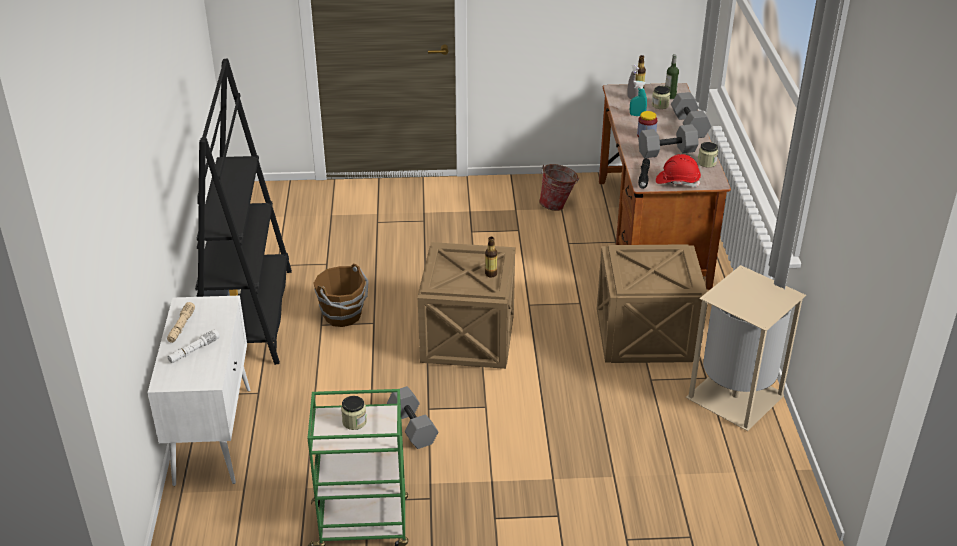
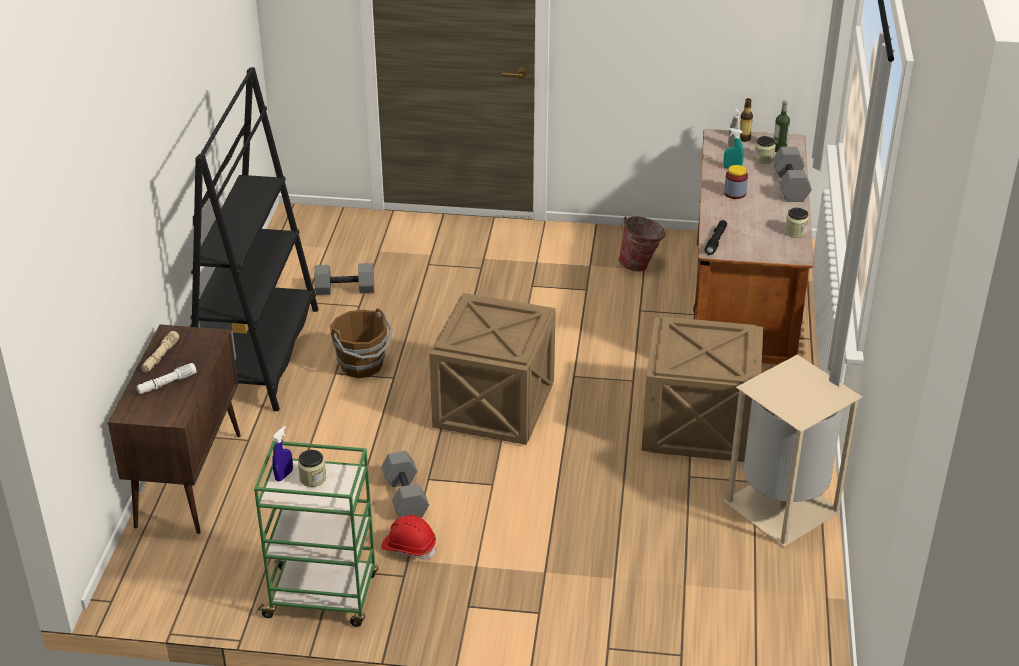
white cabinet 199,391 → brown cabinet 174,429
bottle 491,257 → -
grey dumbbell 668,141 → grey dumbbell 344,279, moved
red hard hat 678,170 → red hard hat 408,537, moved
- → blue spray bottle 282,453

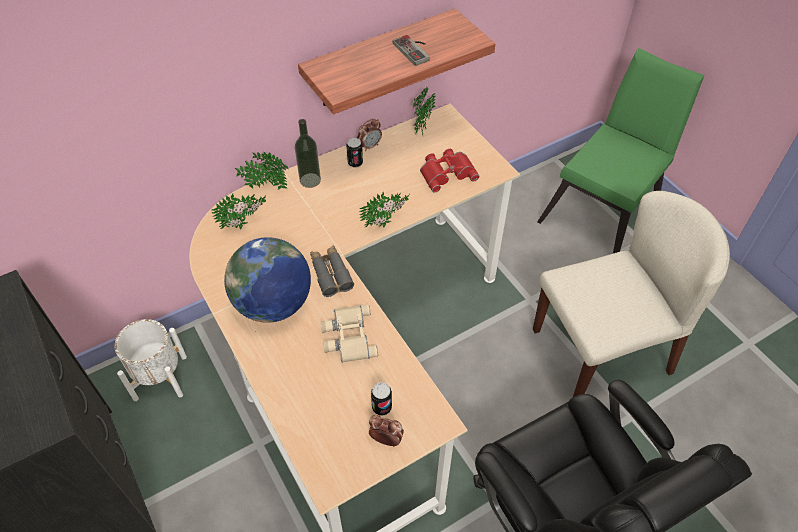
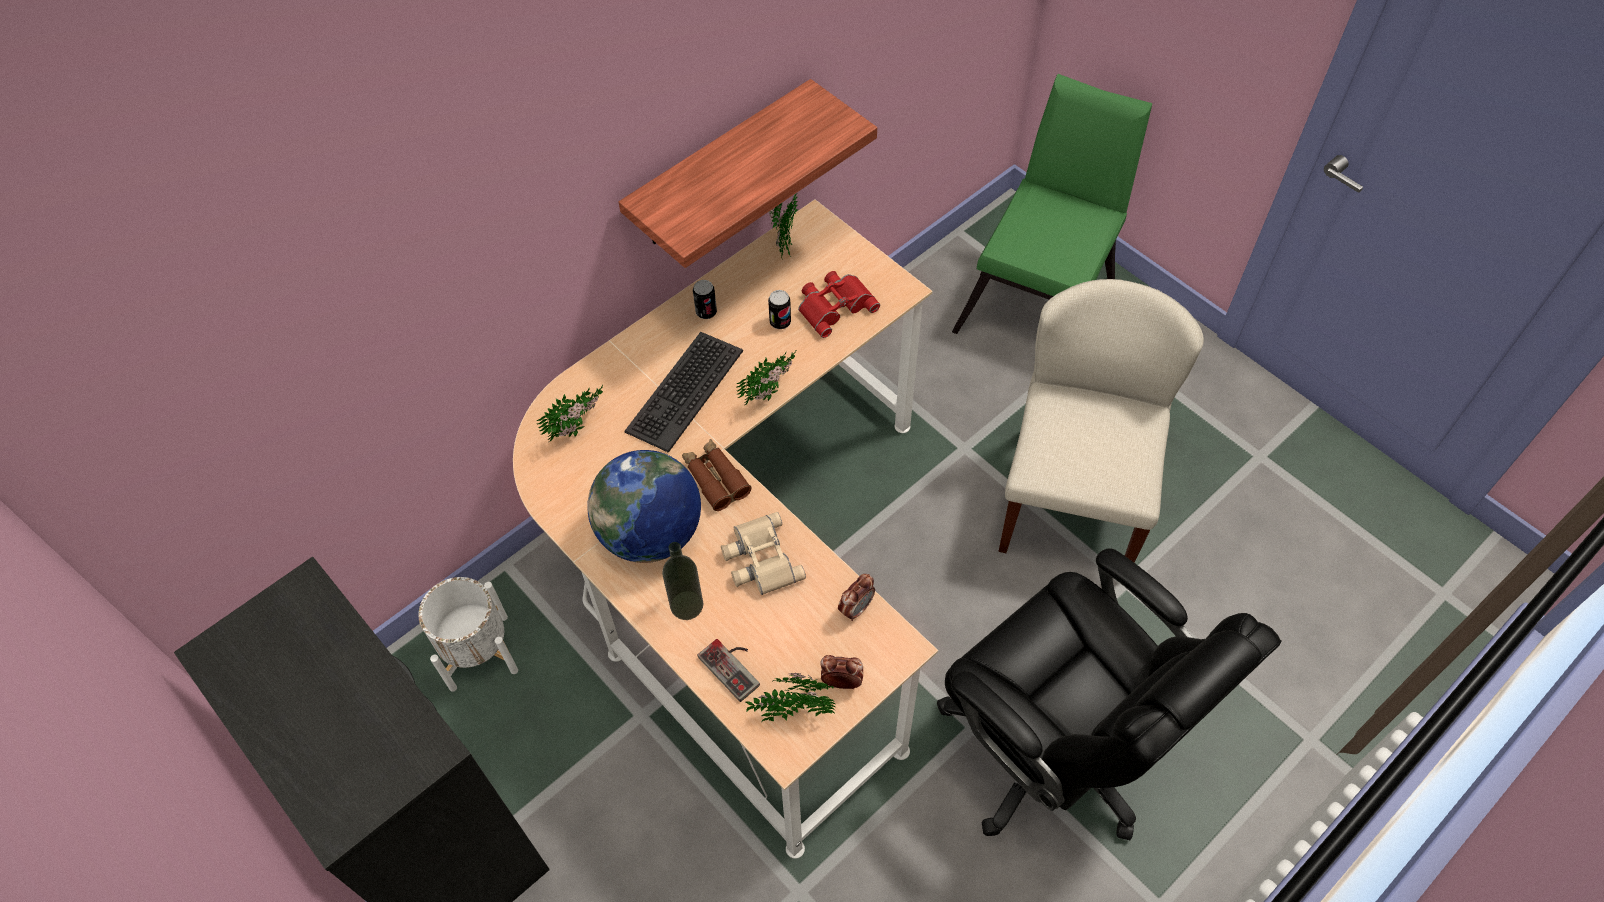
potted plant 261,171 → potted plant 790,697, moved
bottle 308,153 → bottle 682,581, moved
grey binoculars 332,271 → brown binoculars 716,475
alarm clock 369,135 → alarm clock 856,597, moved
can 381,399 → can 779,309, moved
game controller 411,50 → game controller 729,670, moved
beige chair 631,294 → beige chair 1101,421, 45 degrees counterclockwise
- → keyboard 684,392

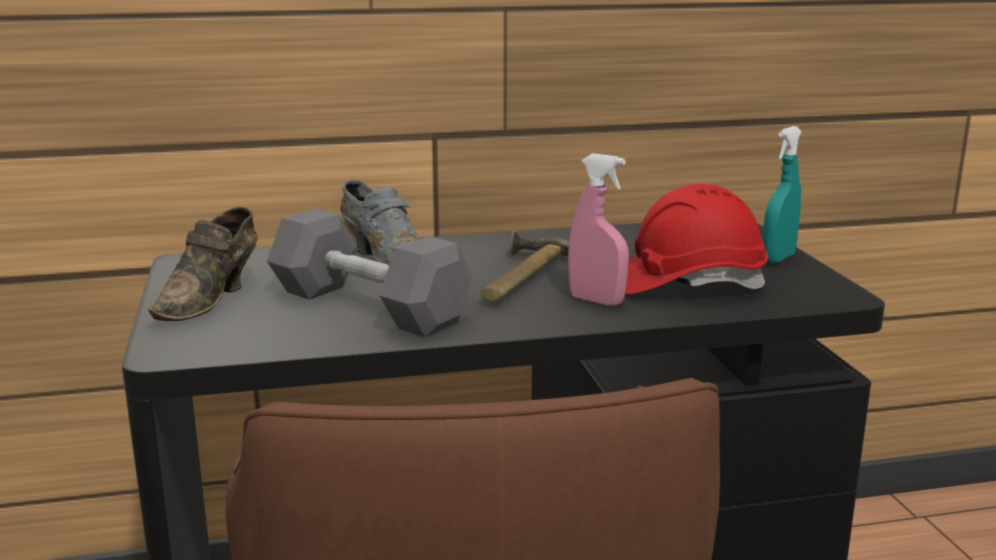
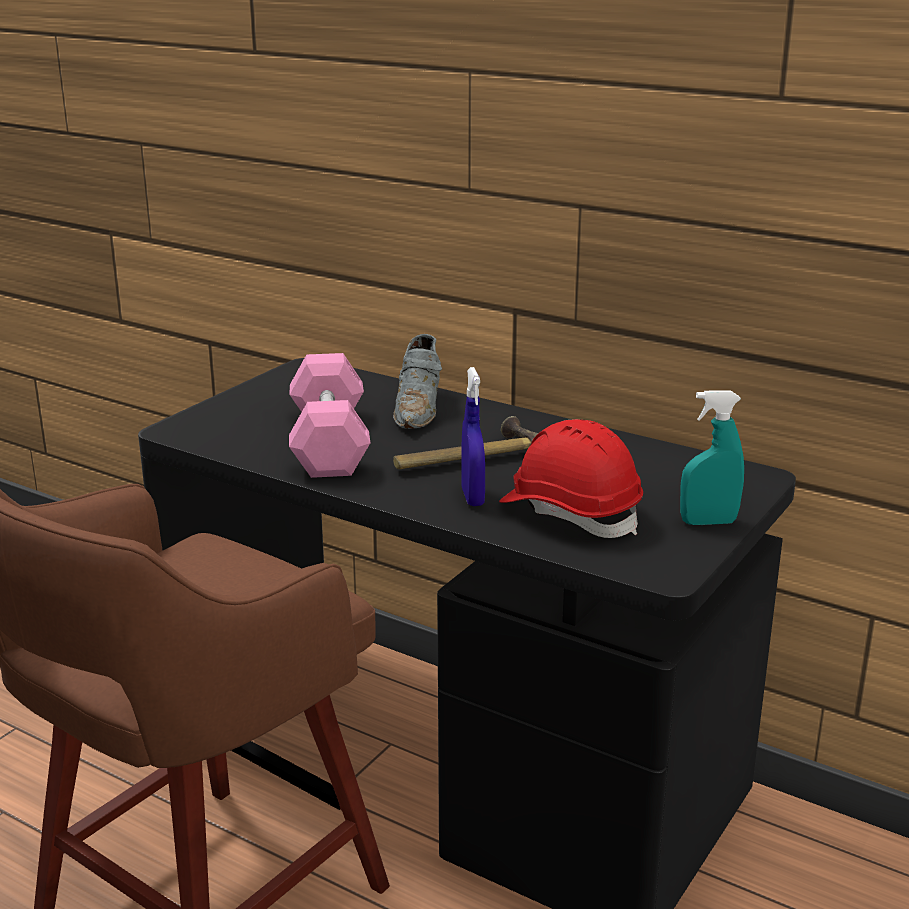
brown shoe 203,264 → -
grey dumbbell 370,273 → pink dumbbell 329,415
pink spray bottle 598,229 → blue spray bottle 473,436

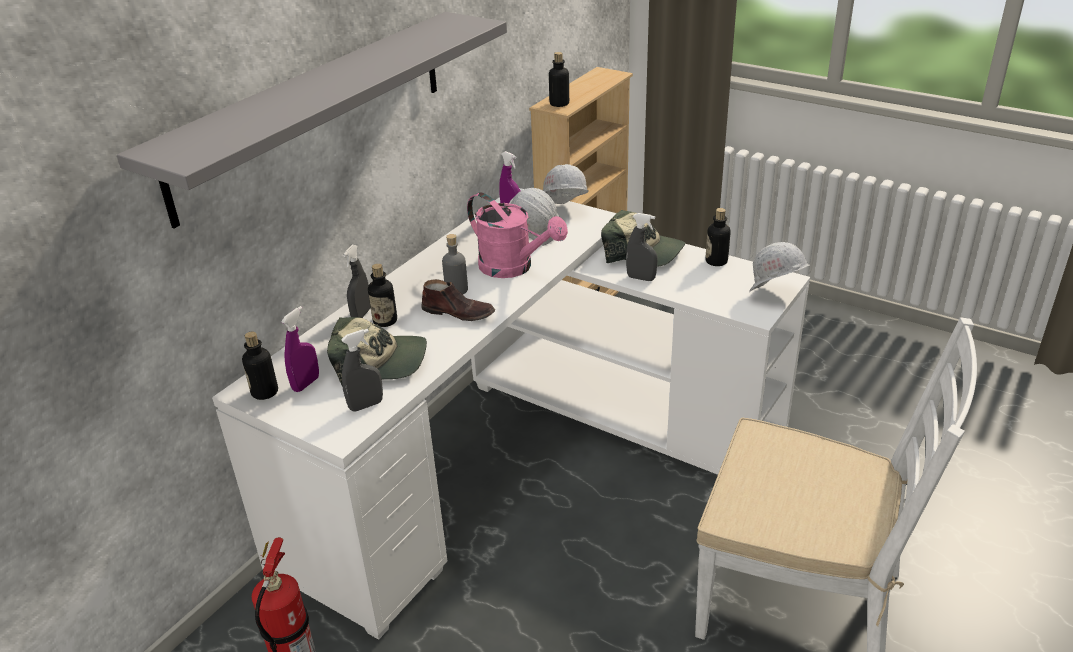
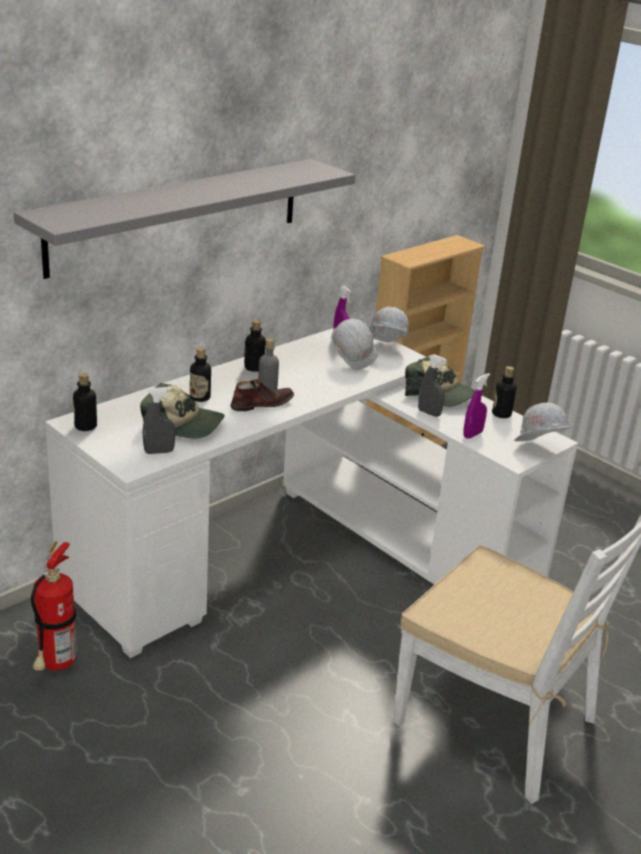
purple spray bottle 300,349 → purple spray bottle 476,406, moved
grey spray bottle 357,281 → -
brown shoe 458,300 → brown shoe 262,395, 60 degrees counterclockwise
pink watering can 517,235 → -
bottle 559,79 → bottle 255,346, moved

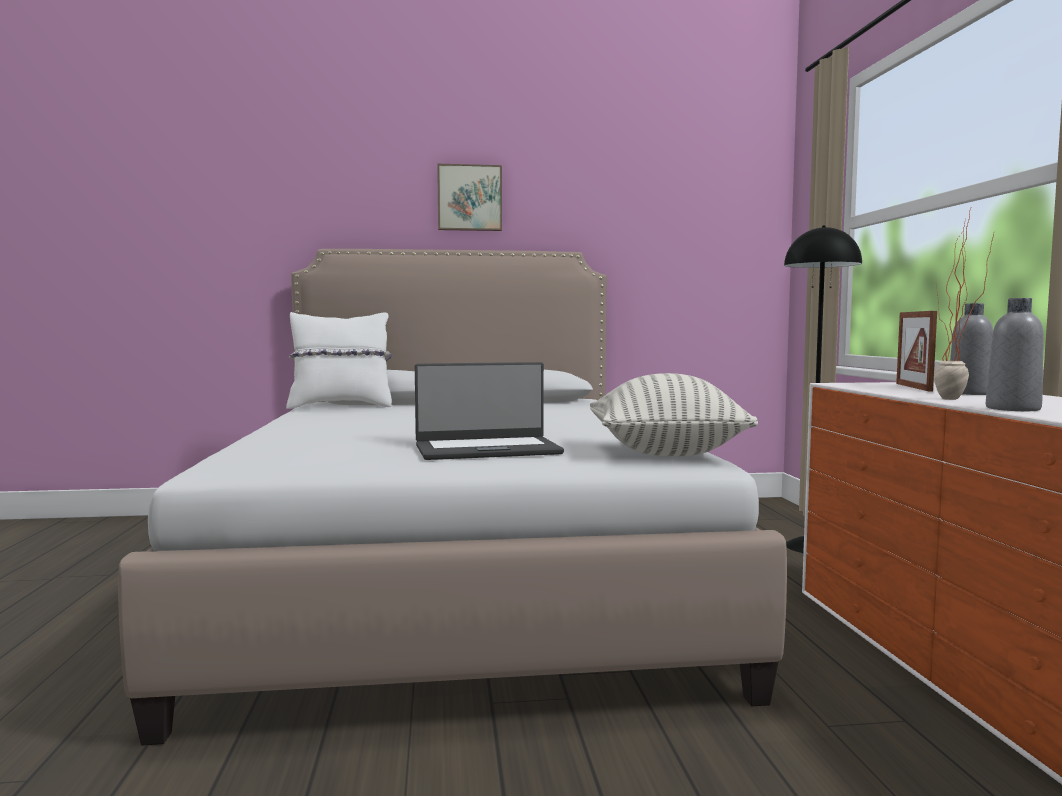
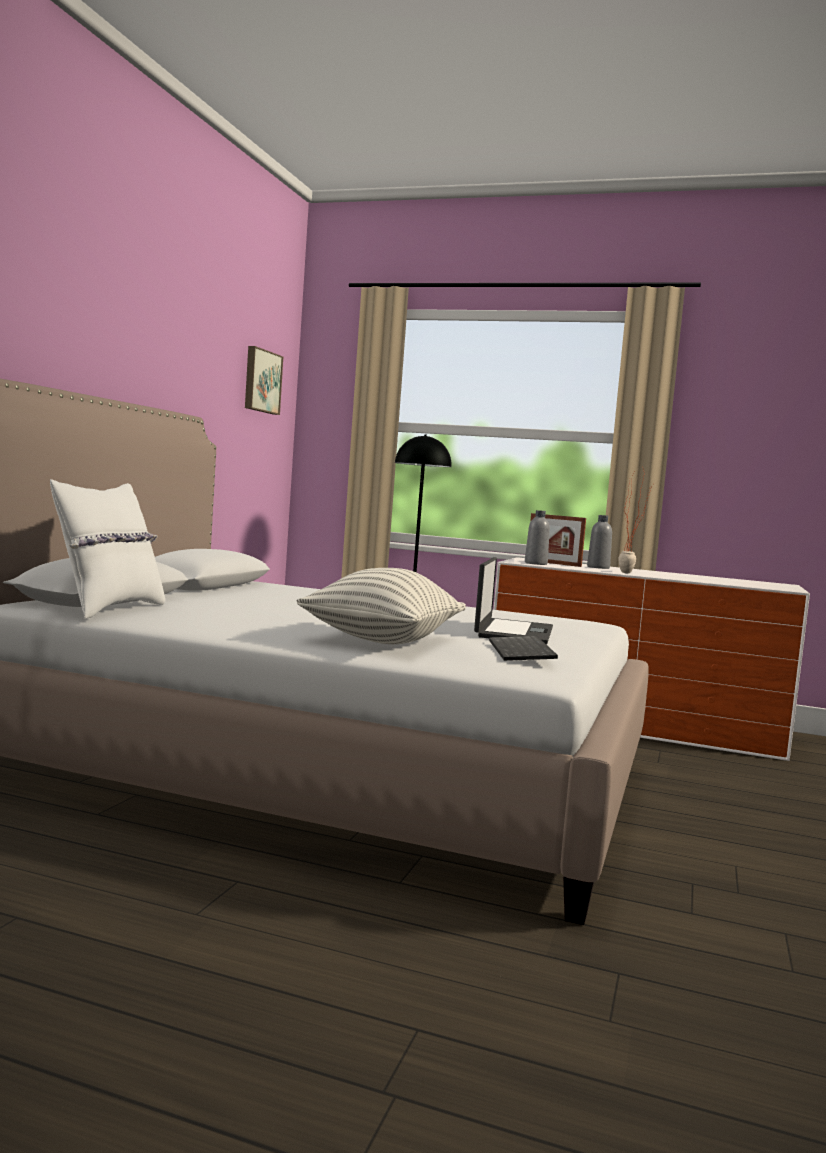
picture 469,197 → picture 264,380, moved
pillow 674,414 → pillow 381,606, moved
grey bottle 1015,354 → grey bottle 537,537, moved
- → keyboard 523,648

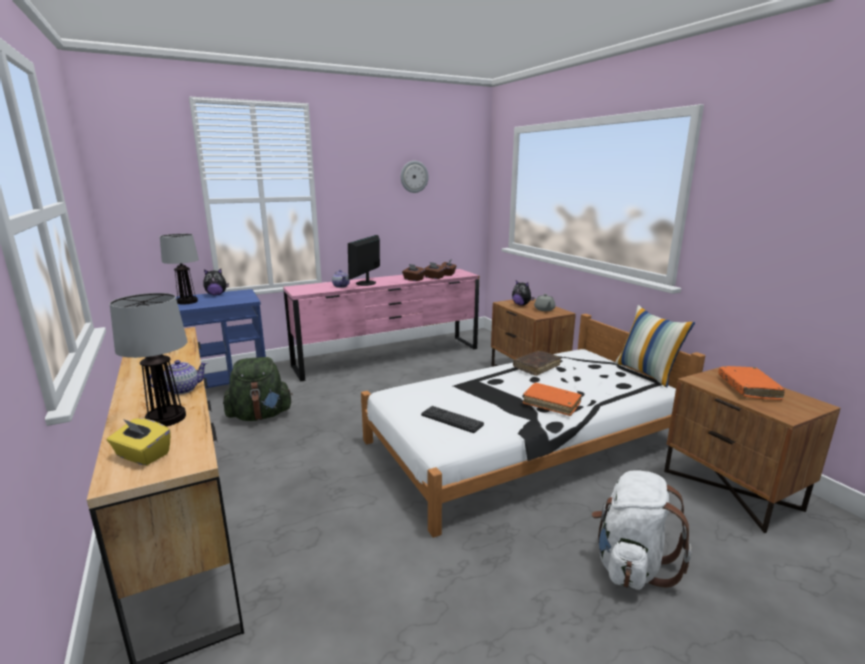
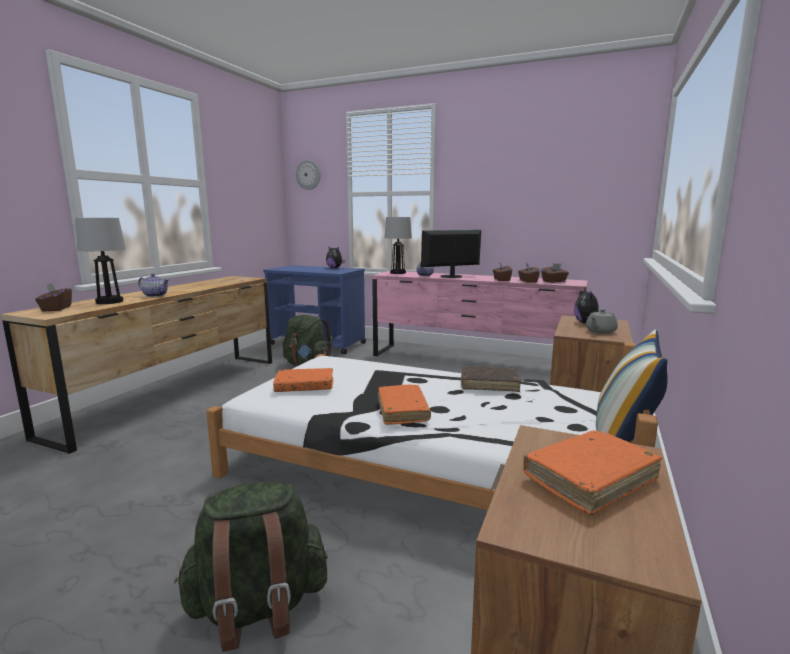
yellow tissue box 139,442 → brown tissue box 53,296
table lamp 179,269 → table lamp 398,245, moved
wall clock 415,177 → wall clock 308,175, moved
keyboard 452,419 → orange book 303,380
white backpack 642,530 → green backpack 250,567

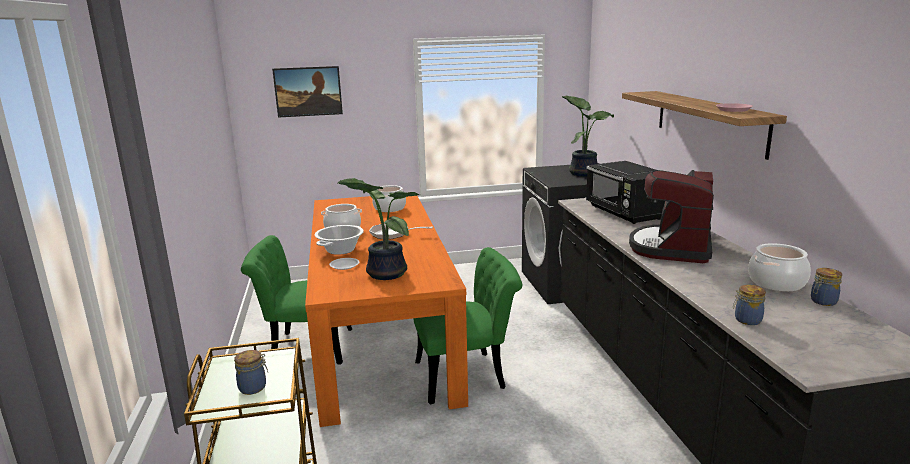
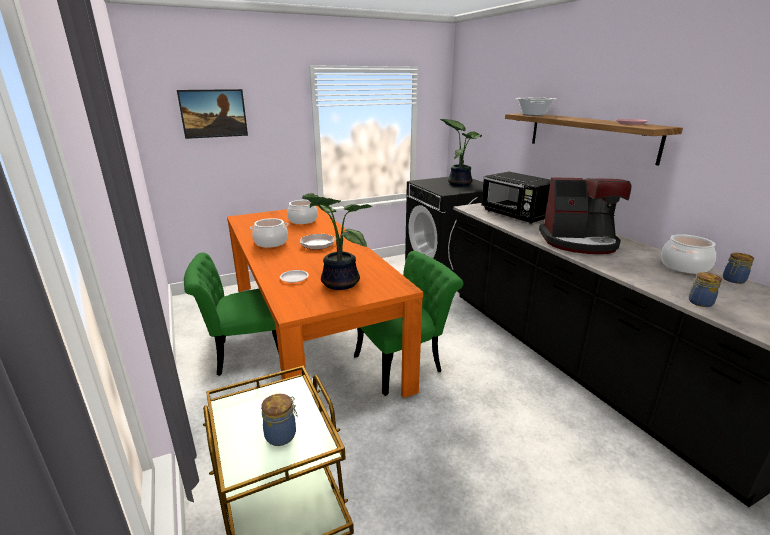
cooking pot 339,240 → cooking pot 536,107, moved
coffee machine 671,216 → coffee machine 585,215, 90 degrees counterclockwise

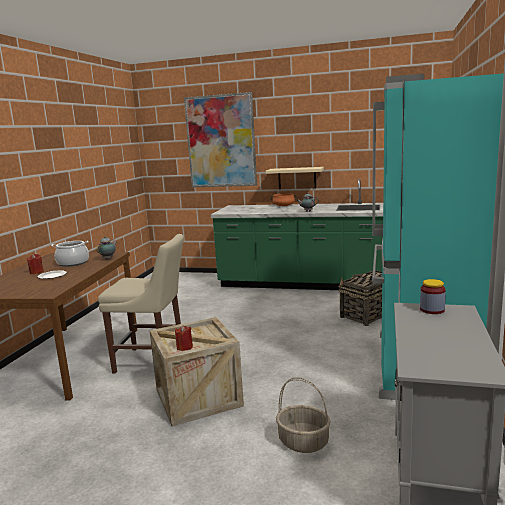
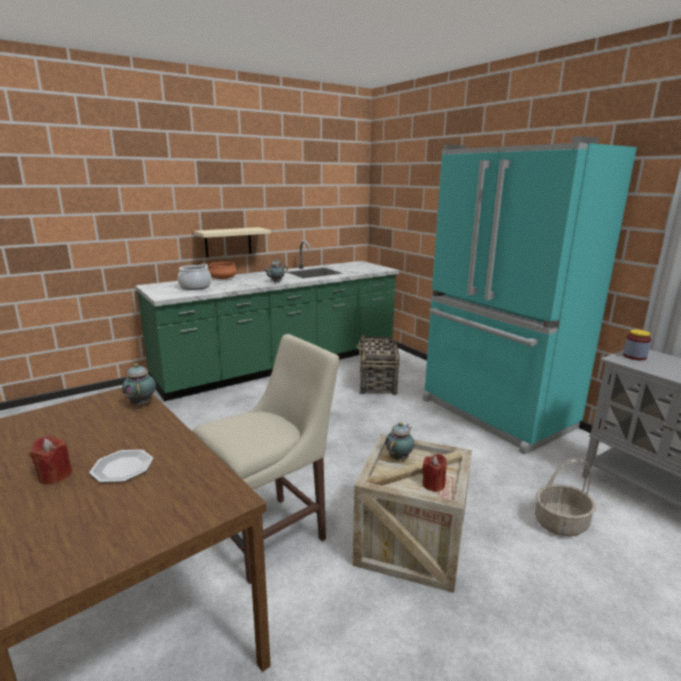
cooking pot 70,254 → cooking pot 194,277, moved
picture 220,139 → -
- → teapot 399,441

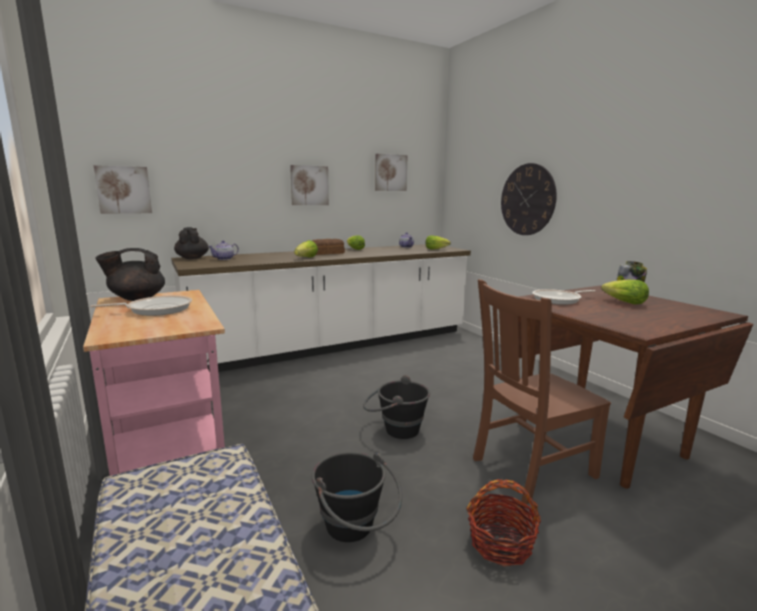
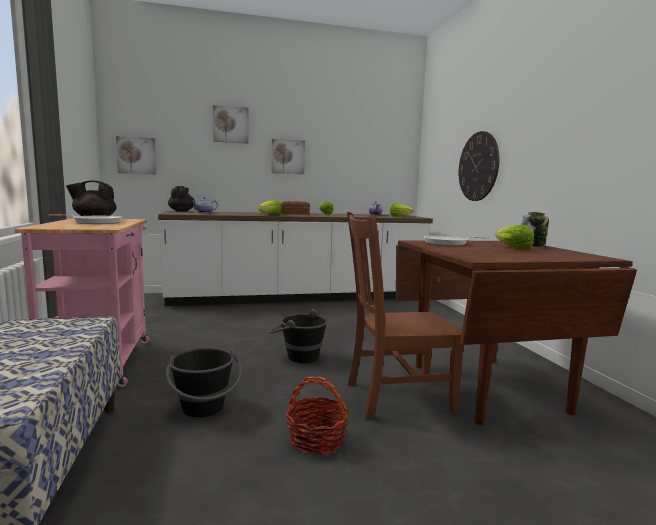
picture 391,172 → picture 230,124, moved

